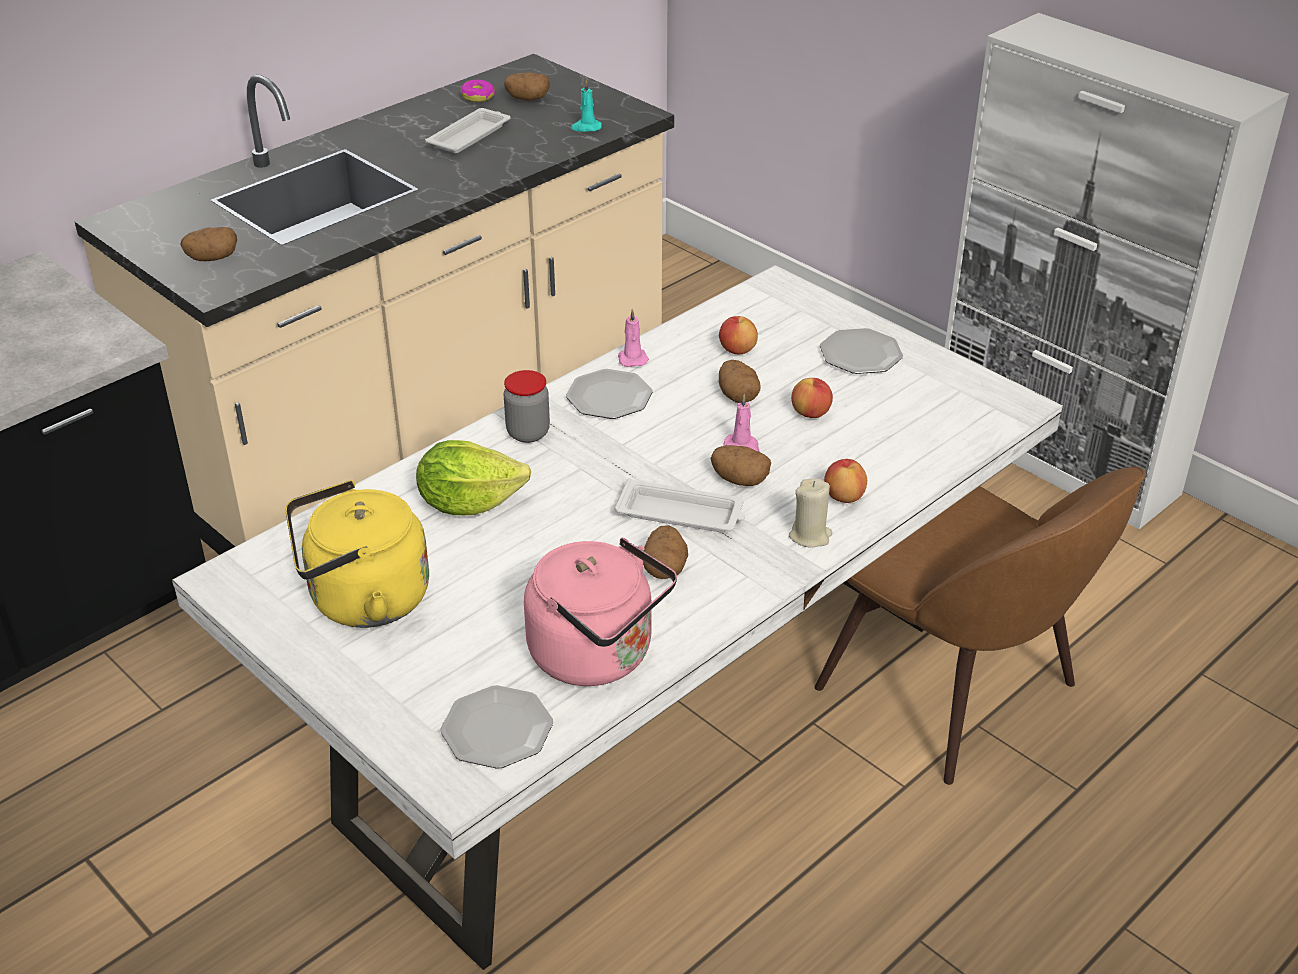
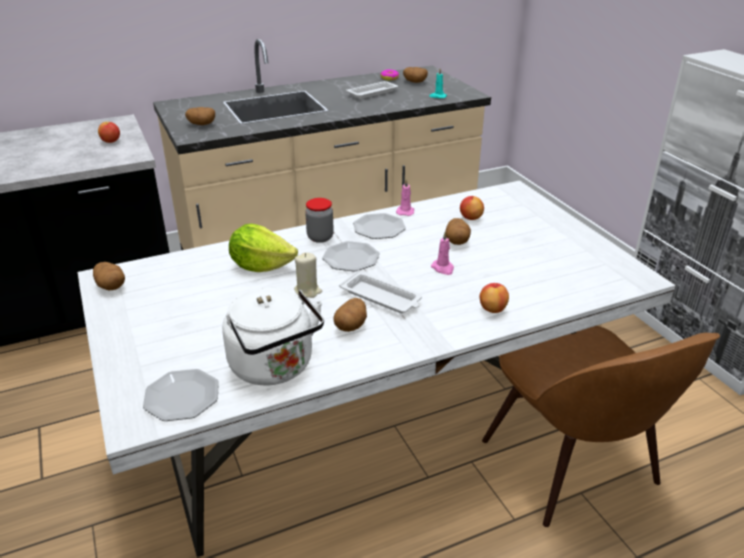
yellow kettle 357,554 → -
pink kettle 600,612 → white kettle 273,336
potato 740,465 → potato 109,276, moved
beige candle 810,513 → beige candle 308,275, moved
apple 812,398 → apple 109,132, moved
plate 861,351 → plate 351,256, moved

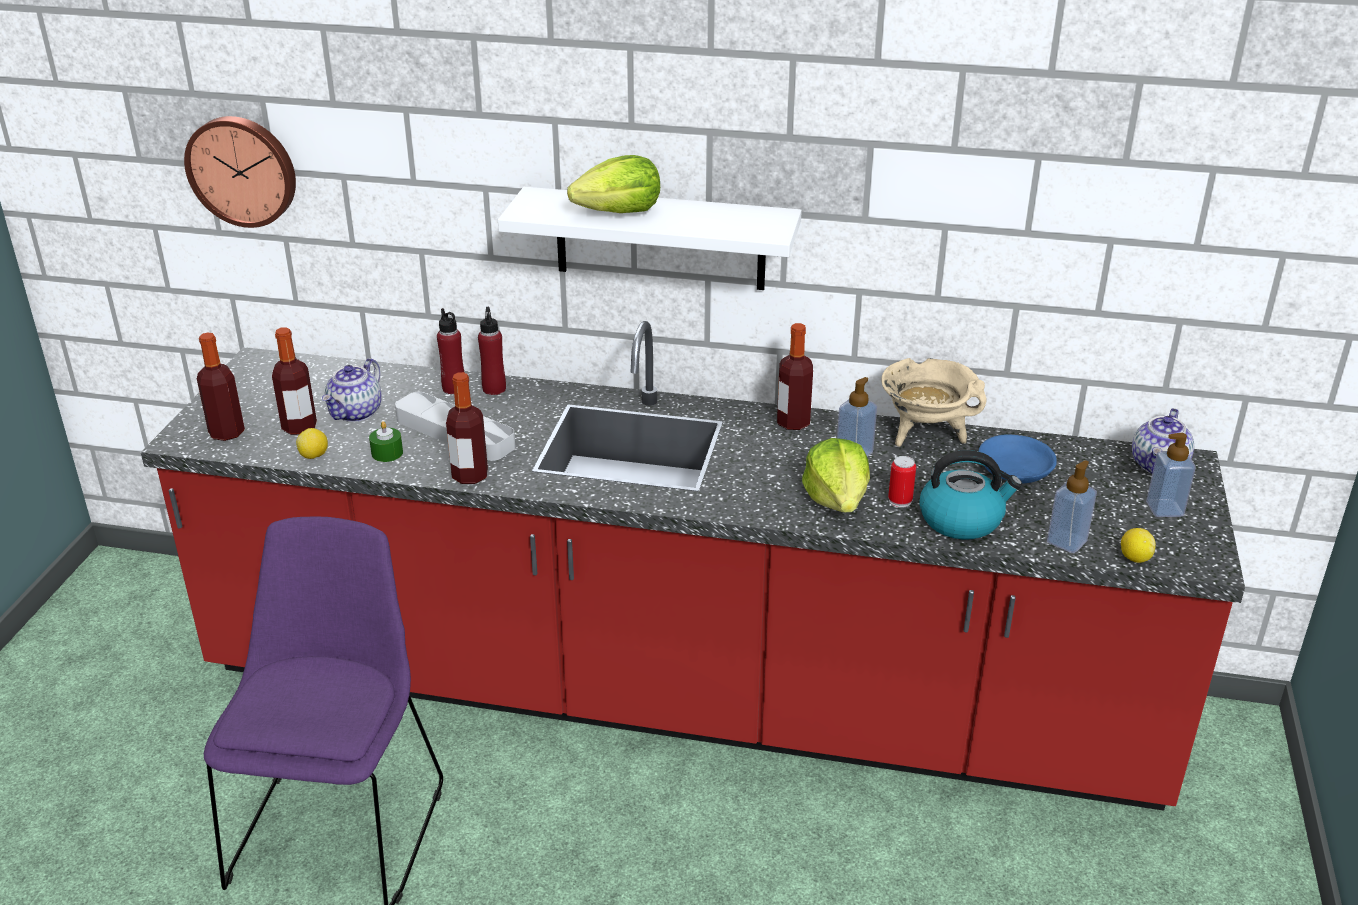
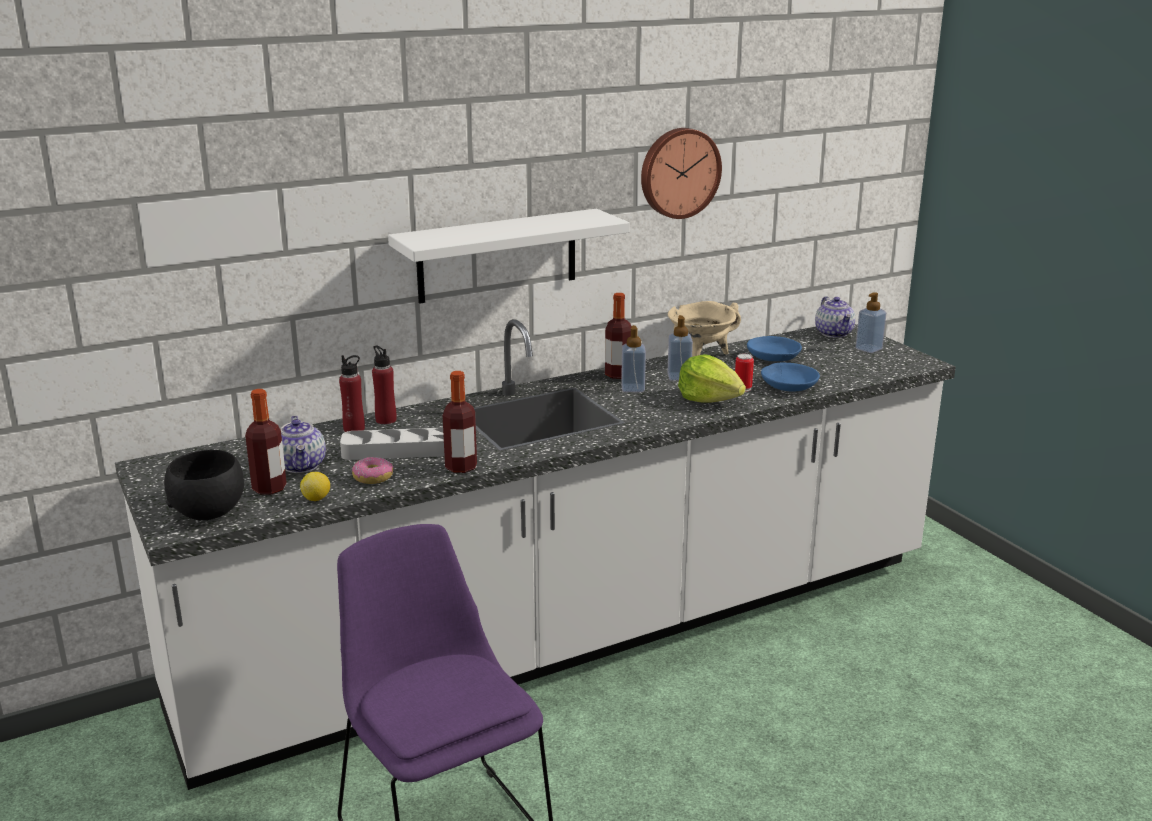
red counter 693,566 → white counter 535,554
wall clock 240,172 → wall clock 681,173, moved
bottle 221,386 → black bowl 204,485
green candle 386,441 → donut 372,470
lettuce 613,184 → -
kettle 970,495 → blue bowl 790,377
soap dispenser 1072,506 → soap dispenser 633,358, moved
lemon 1138,545 → -

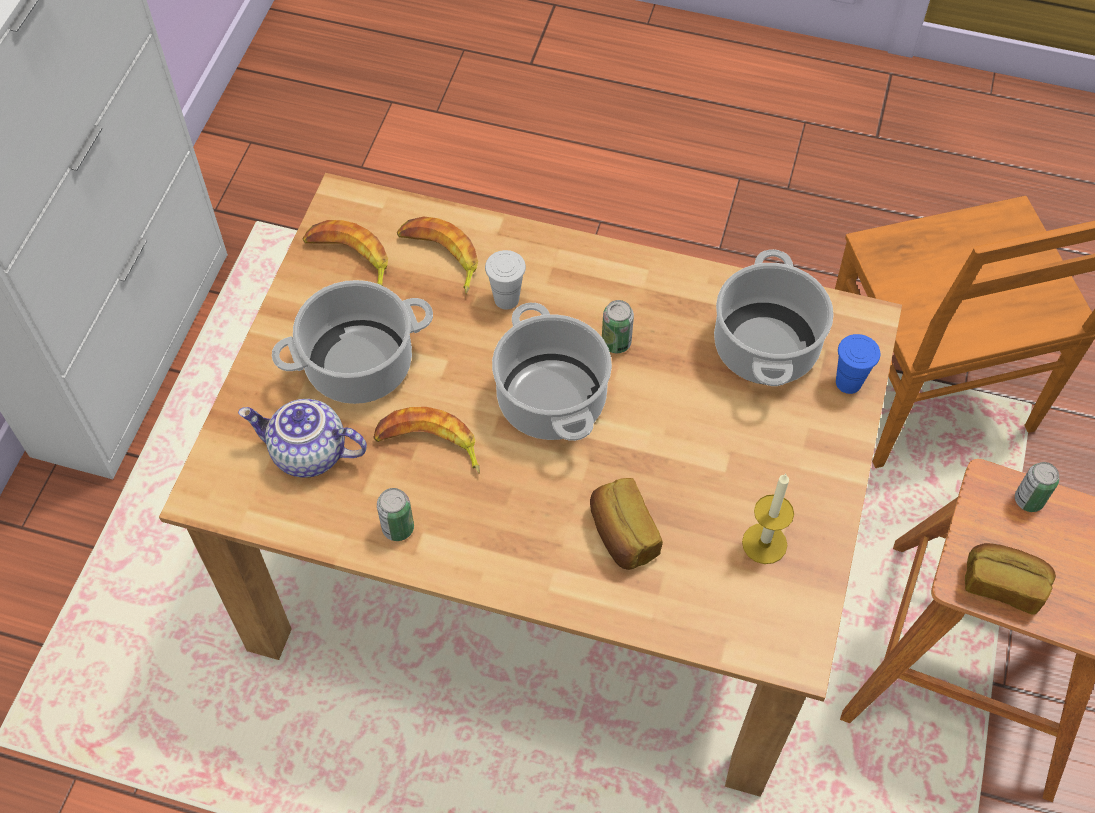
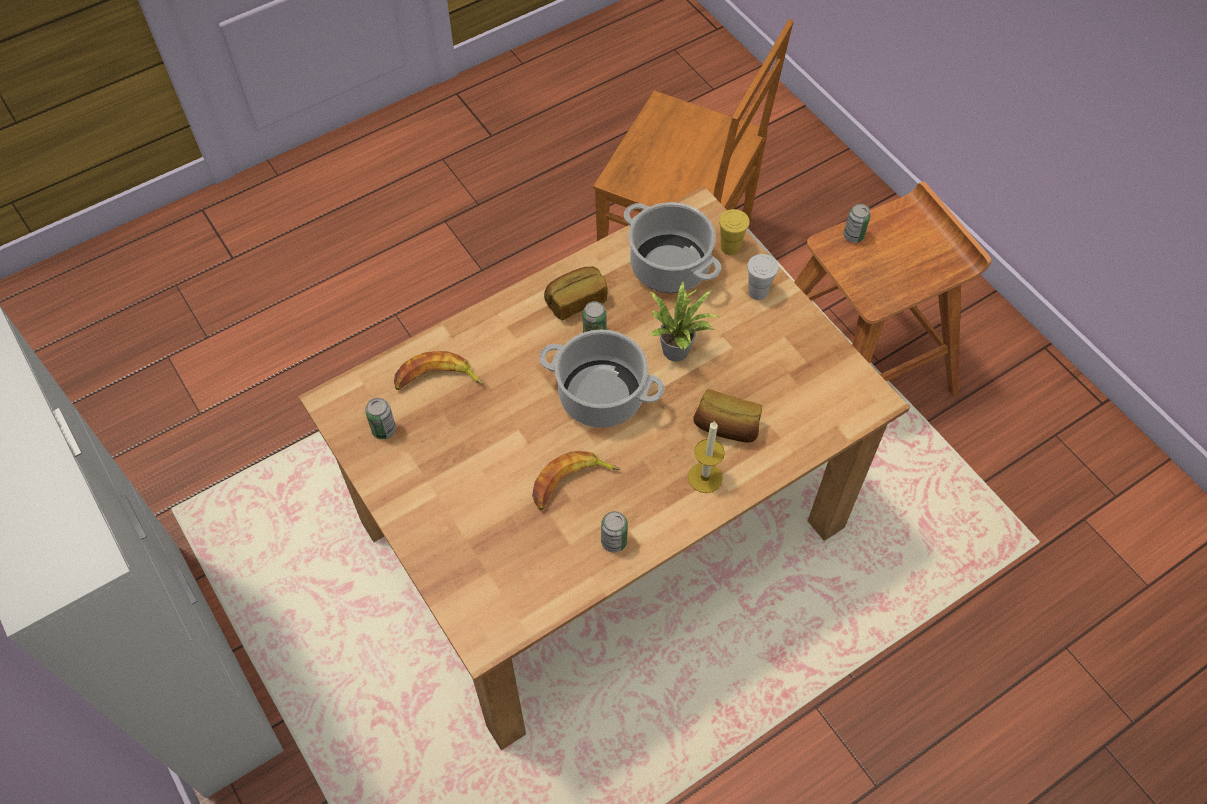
teapot 302,438 → -
cooking pot 352,342 → -
banana 345,253 → can 380,418
white cup 505,280 → white cup 763,277, moved
candle 768,518 → candle 706,457, moved
blue cup 858,364 → yellow cup 734,232
bread 1010,579 → bread 576,293, moved
- → potted plant 684,321

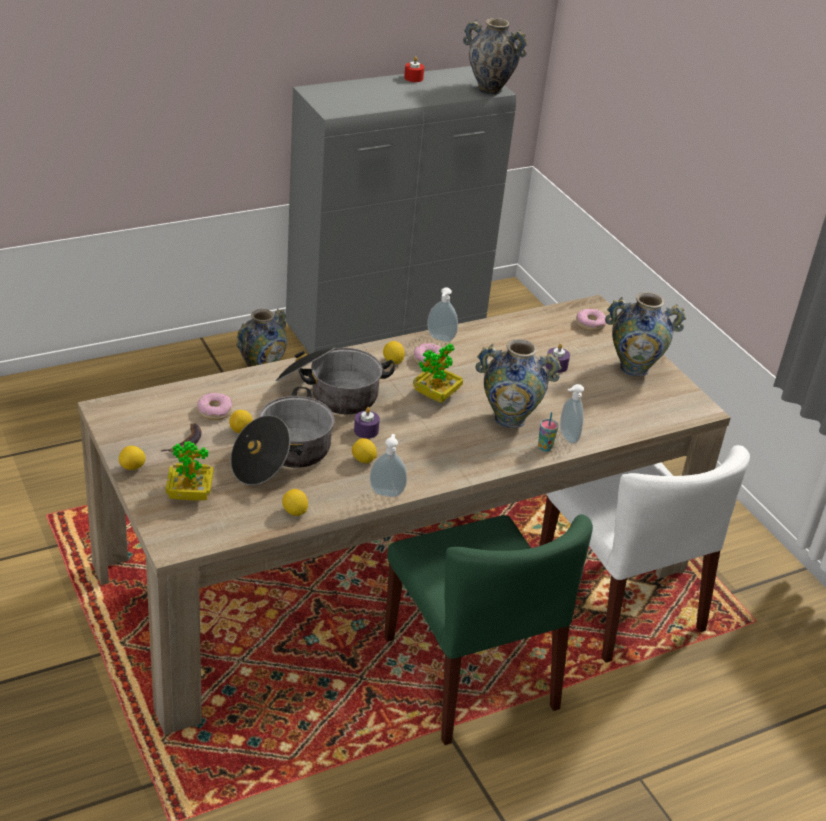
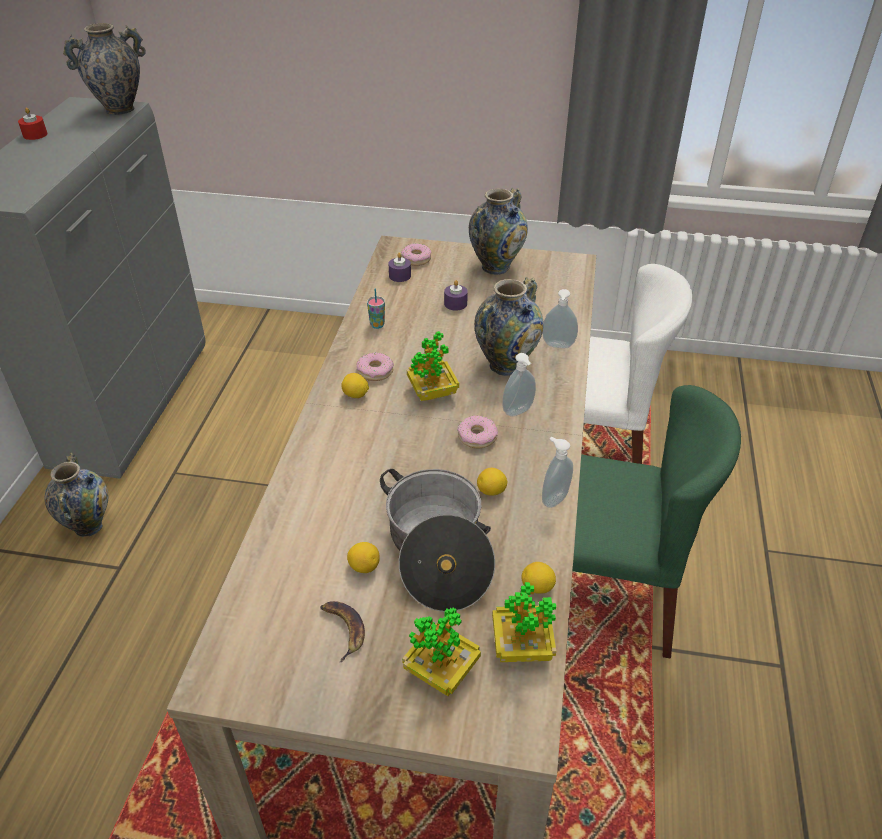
lemon 132,458 → -
donut 214,406 → donut 477,431, moved
cooking pot 335,380 → -
purple candle 367,423 → purple candle 400,267, moved
soap dispenser 442,314 → soap dispenser 519,384, moved
cup 548,431 → cup 376,308, moved
- → potted plant 524,622

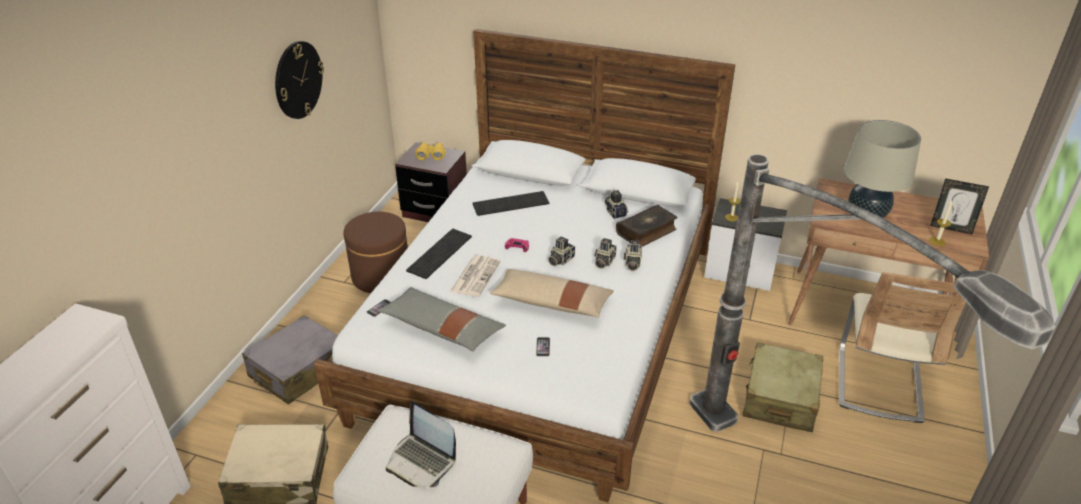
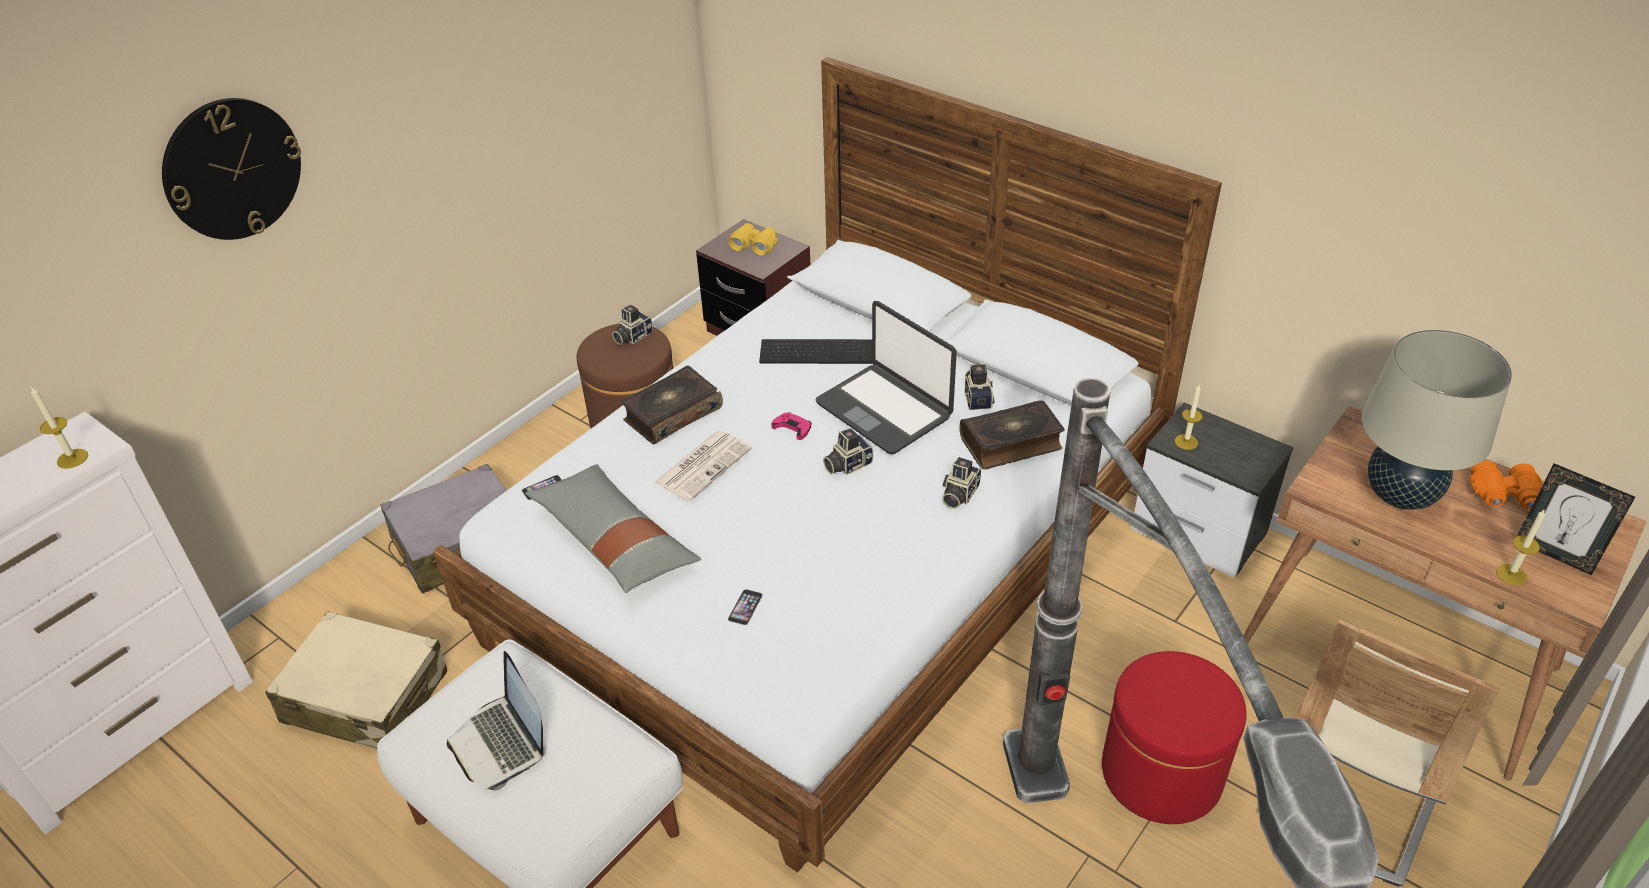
wall clock 299,80 → wall clock 231,169, moved
keyboard 439,254 → book 672,405
beige pillow 552,293 → -
photo camera 605,253 → photo camera 632,325, moved
beige suitcase 783,387 → red ottoman 1174,737
- → candle 59,428
- → laptop 886,377
- → orange binoculars 1506,485

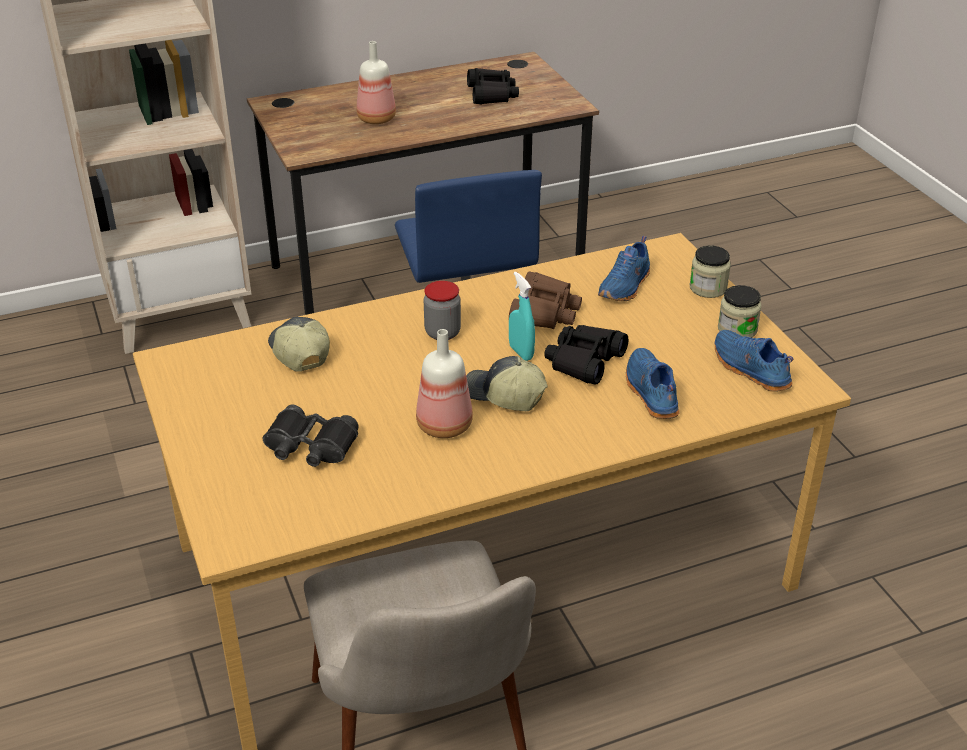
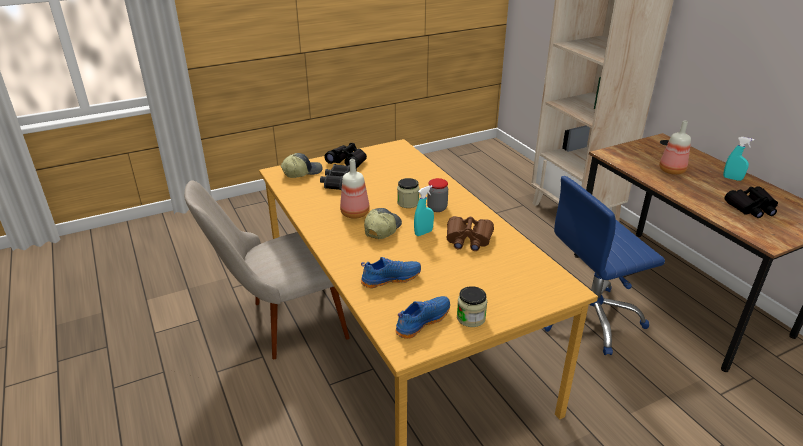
cap 299,344 → cap 302,165, moved
black binoculars 586,355 → black binoculars 345,155, moved
blue shoe 624,268 → -
jar 710,271 → jar 408,193, moved
- → turquoise spray bottle 738,159

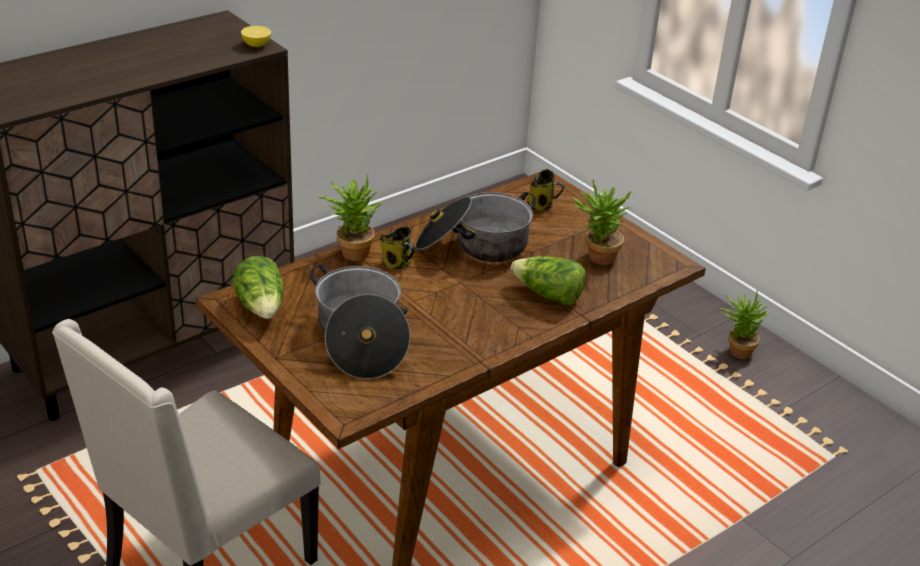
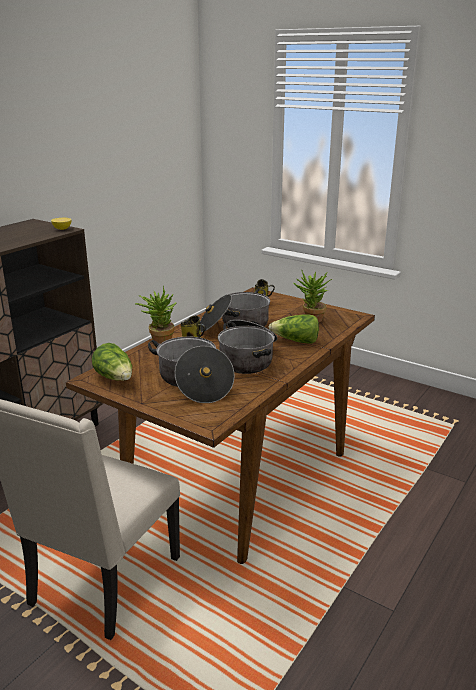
potted plant 745,324 → -
- → cooking pot 247,347

